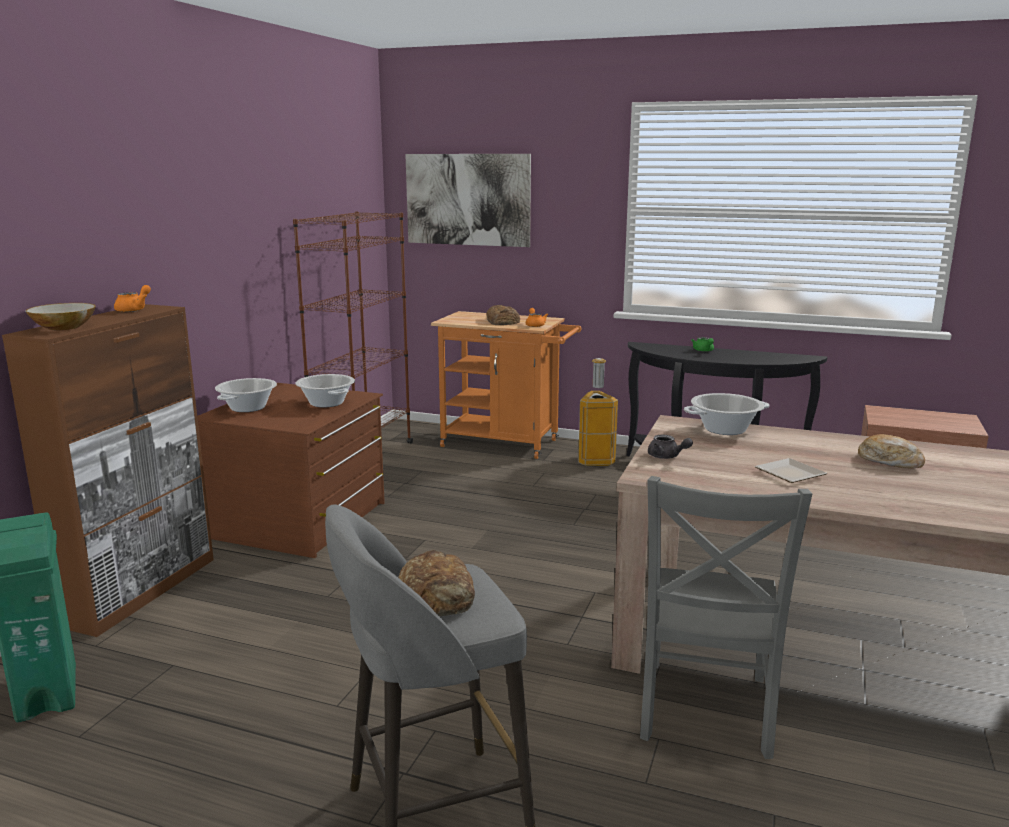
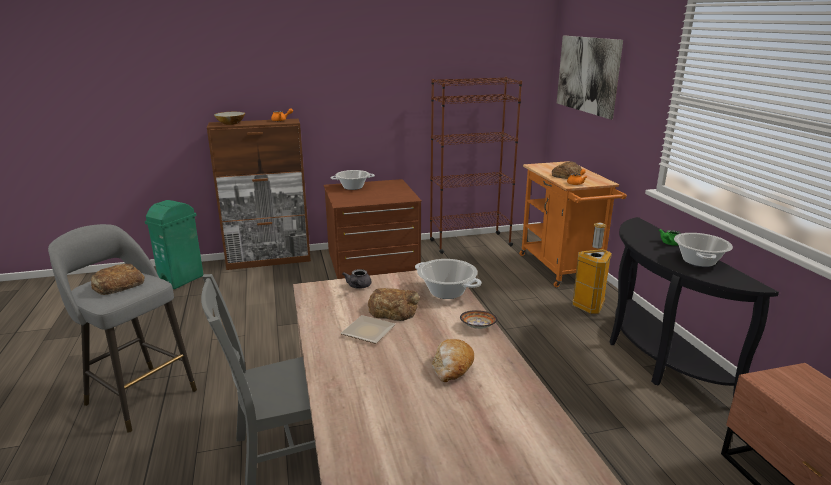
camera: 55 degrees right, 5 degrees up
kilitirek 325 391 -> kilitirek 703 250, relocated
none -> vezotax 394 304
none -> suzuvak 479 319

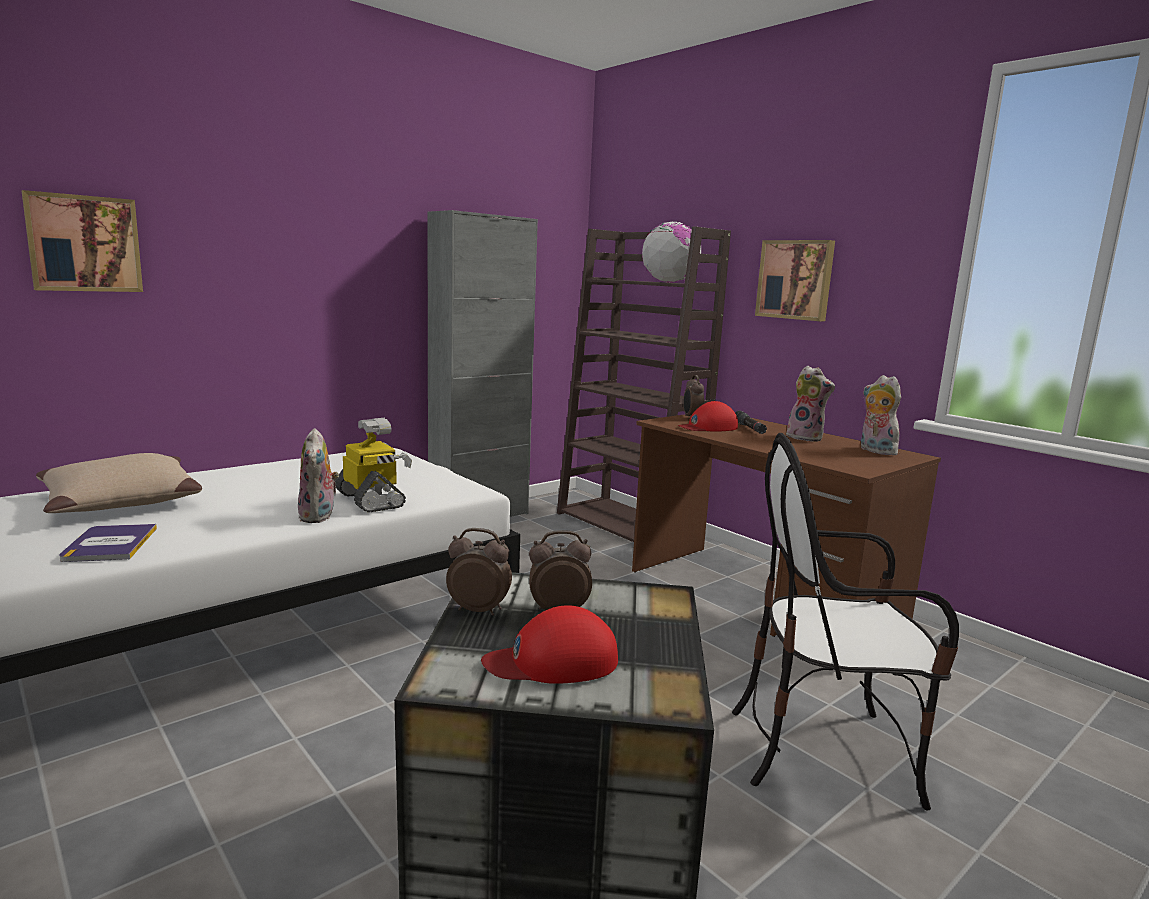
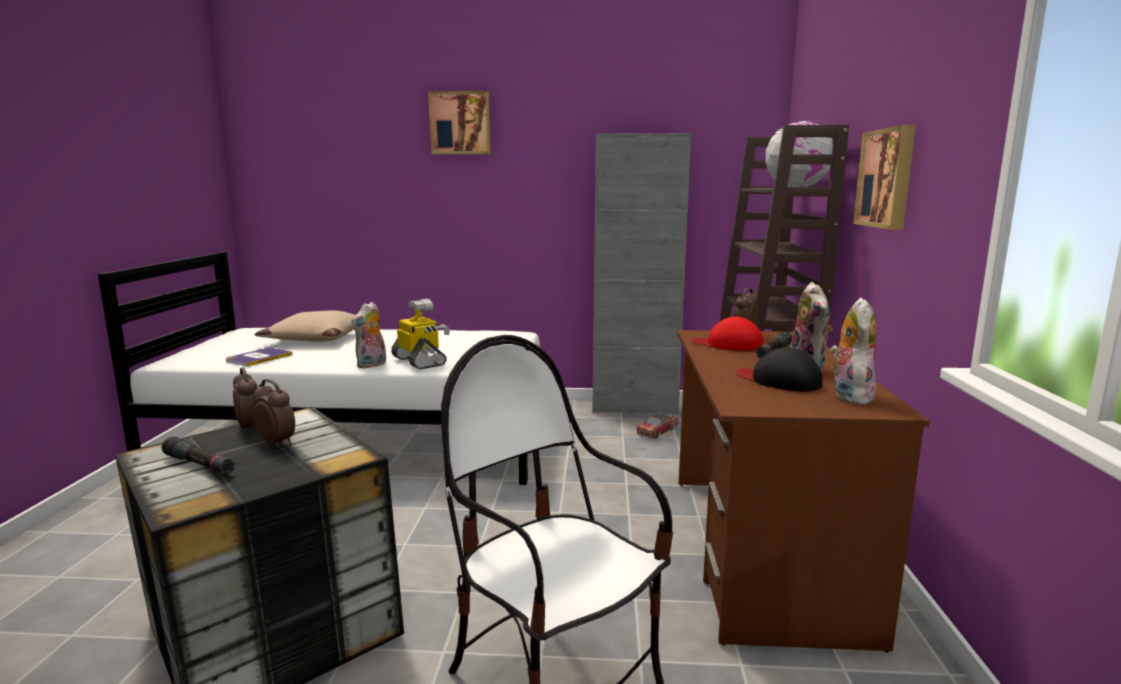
camera: 45 degrees right, 0 degrees up
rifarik 82 241 -> rifarik 459 122, relocated
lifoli 373 465 -> lifoli 420 334, 45 degrees counterclockwise
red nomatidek 549 644 -> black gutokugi 198 455
none -> black nomatidek 779 369
none -> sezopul 657 426

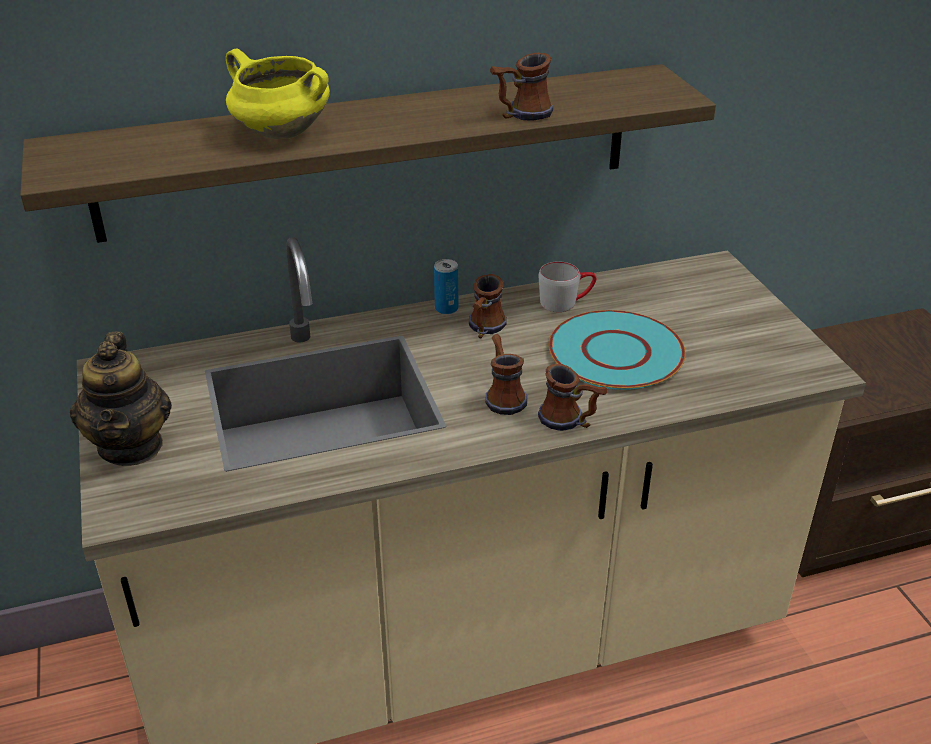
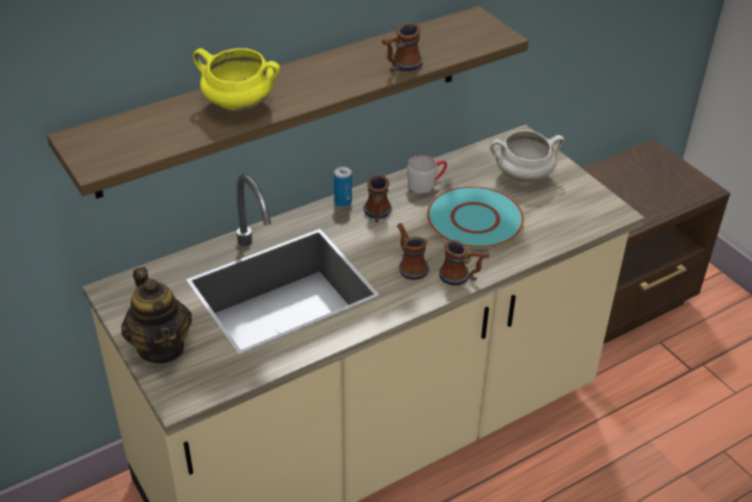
camera: 15 degrees left, 5 degrees up
none -> white kilitirek 527 156

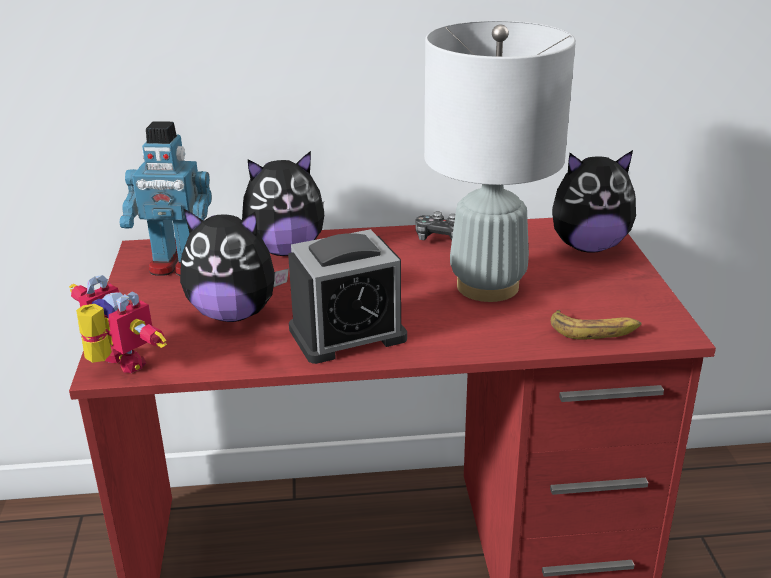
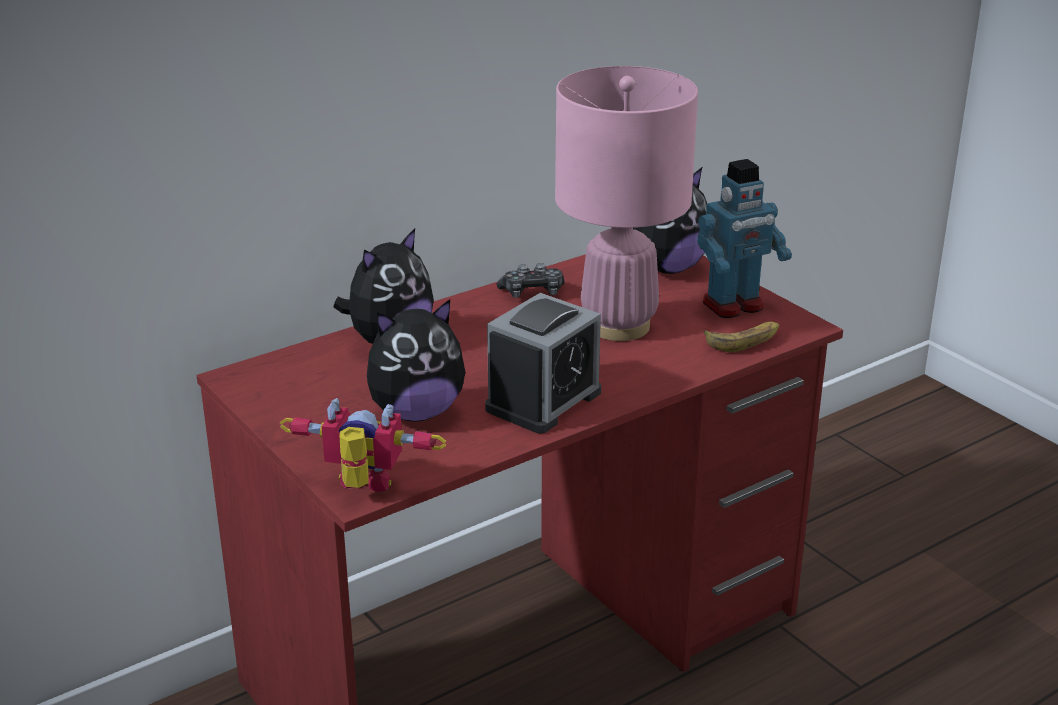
camera: 30 degrees left, 0 degrees up
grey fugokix 500 161 -> pink fugokix 626 203
lifoli 166 198 -> lifoli 744 238, relocated

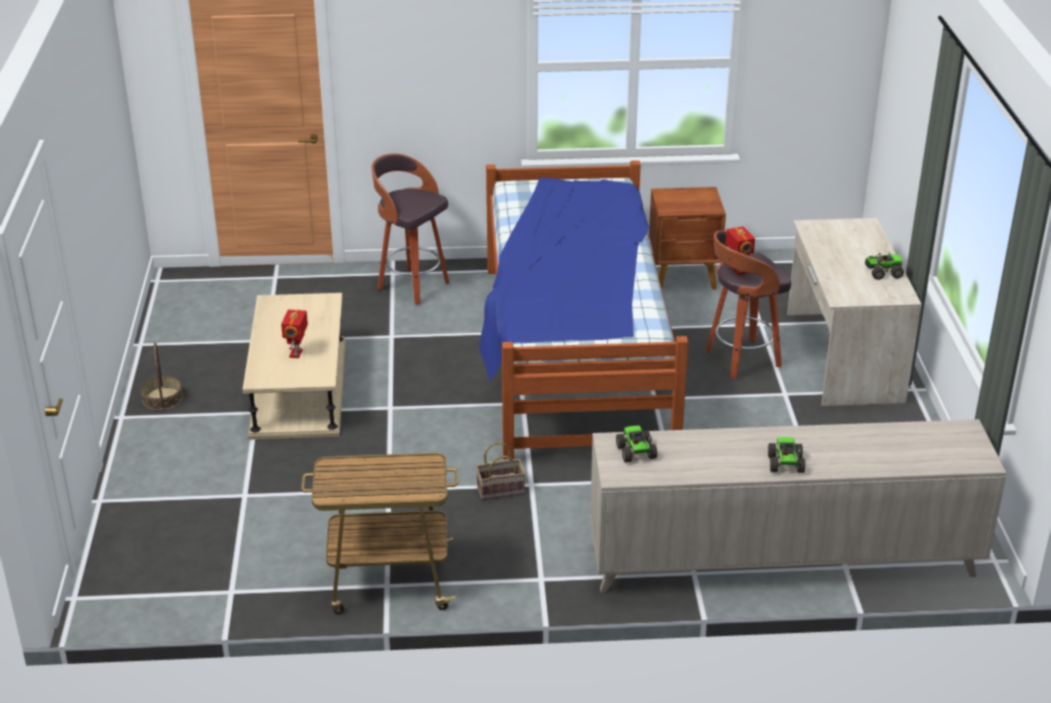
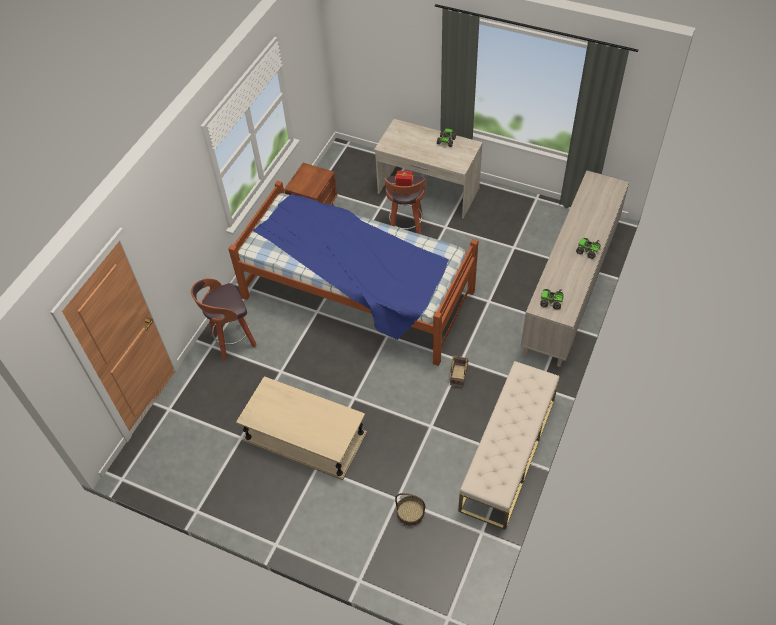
camera: 60 degrees left, 20 degrees up
lifoli 294 333 -> none
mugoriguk 161 376 -> mugoriguk 410 509, relocated
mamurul 379 533 -> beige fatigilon 508 445

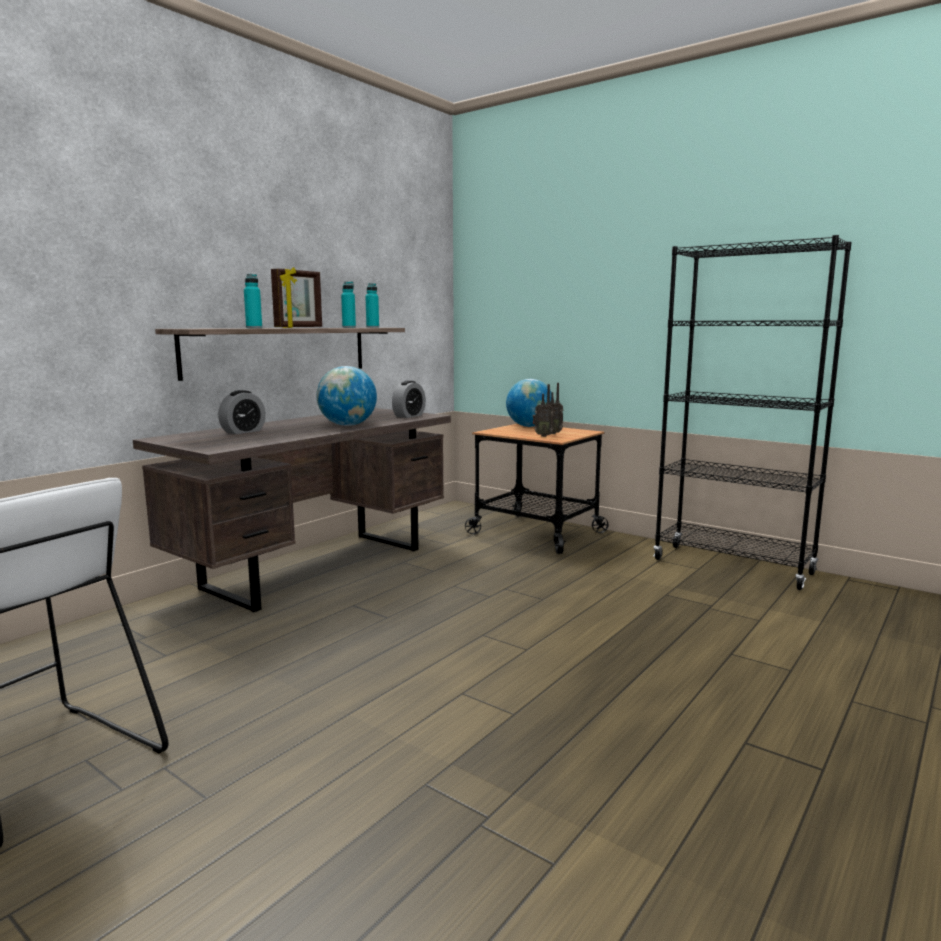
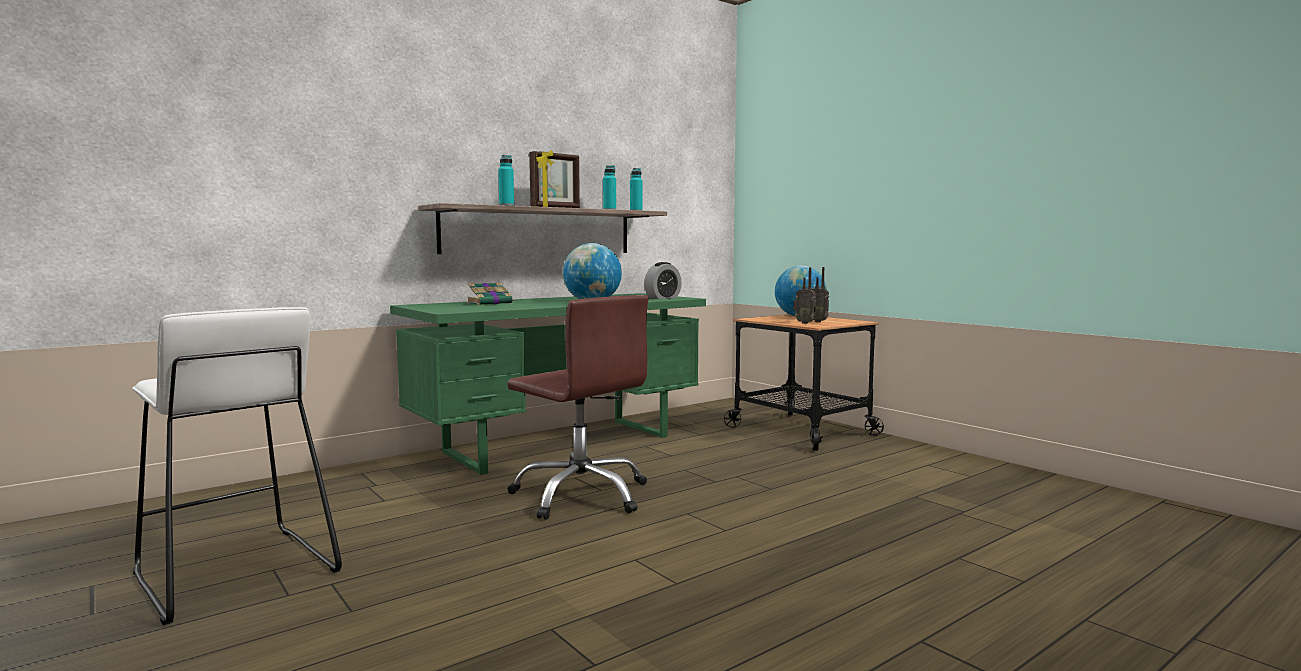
camera: 15 degrees right, 5 degrees down
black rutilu 752 412 -> none
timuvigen 242 412 -> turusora 491 294
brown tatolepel 292 510 -> green tatolepel 548 384
none -> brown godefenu 577 407

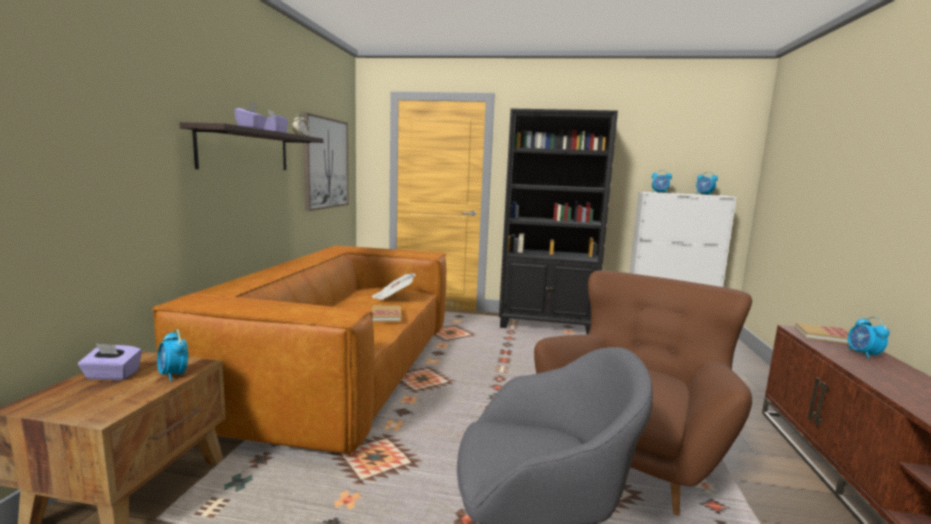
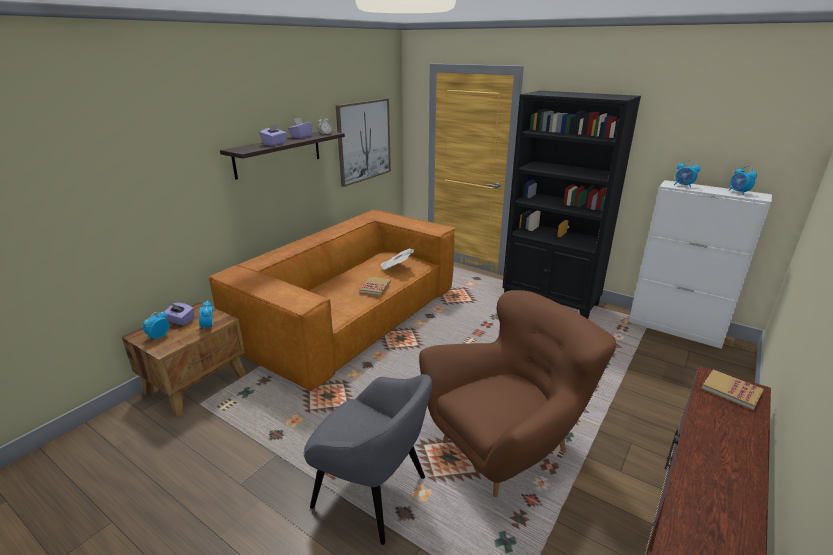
camera: 25 degrees right, 15 degrees up
timuvigen 869 337 -> timuvigen 156 325, relocated

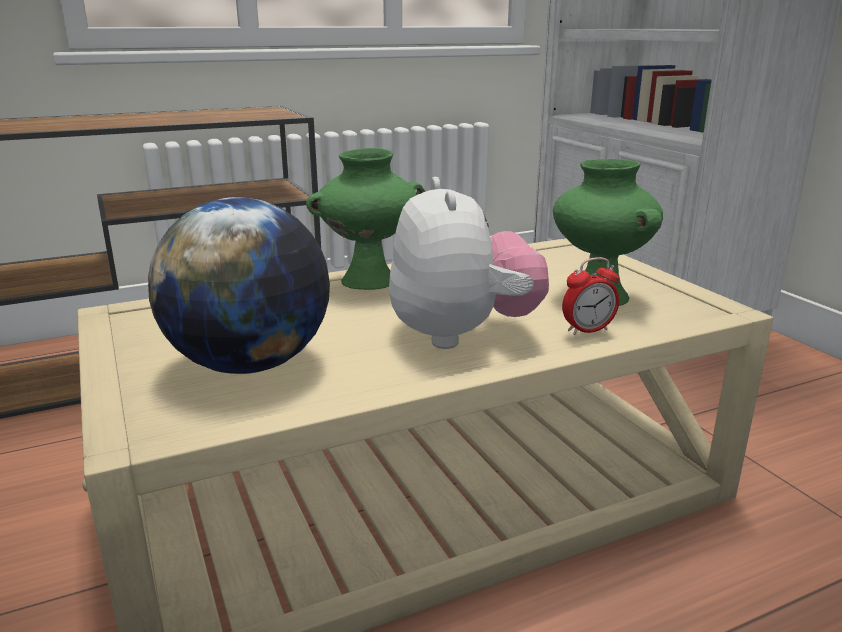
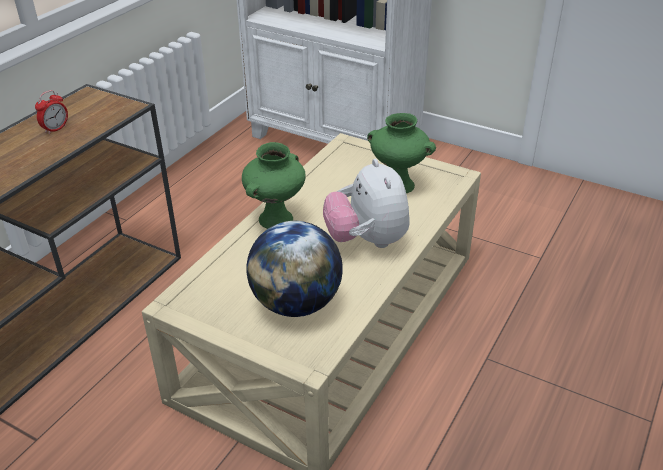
camera: 35 degrees left, 15 degrees up
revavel 469 263 -> revavel 366 203, 150 degrees counterclockwise
timuvigen 590 296 -> timuvigen 51 112, relocated

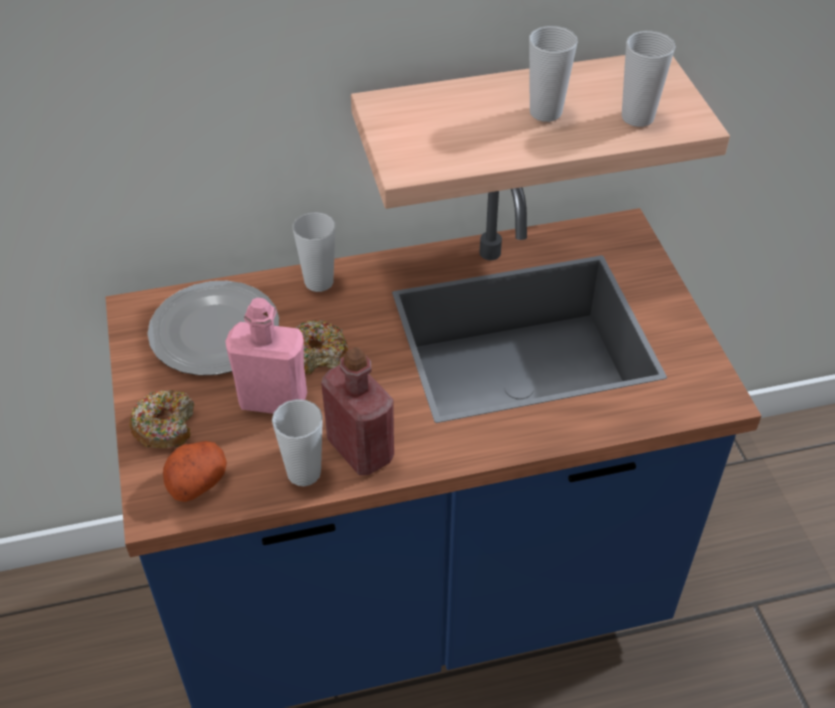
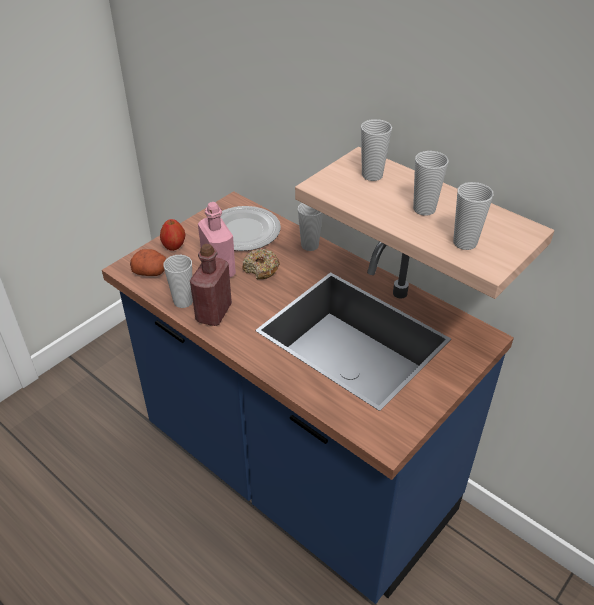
camera: 55 degrees right, 5 degrees down
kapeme 162 419 -> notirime 173 235
none -> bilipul 376 150

